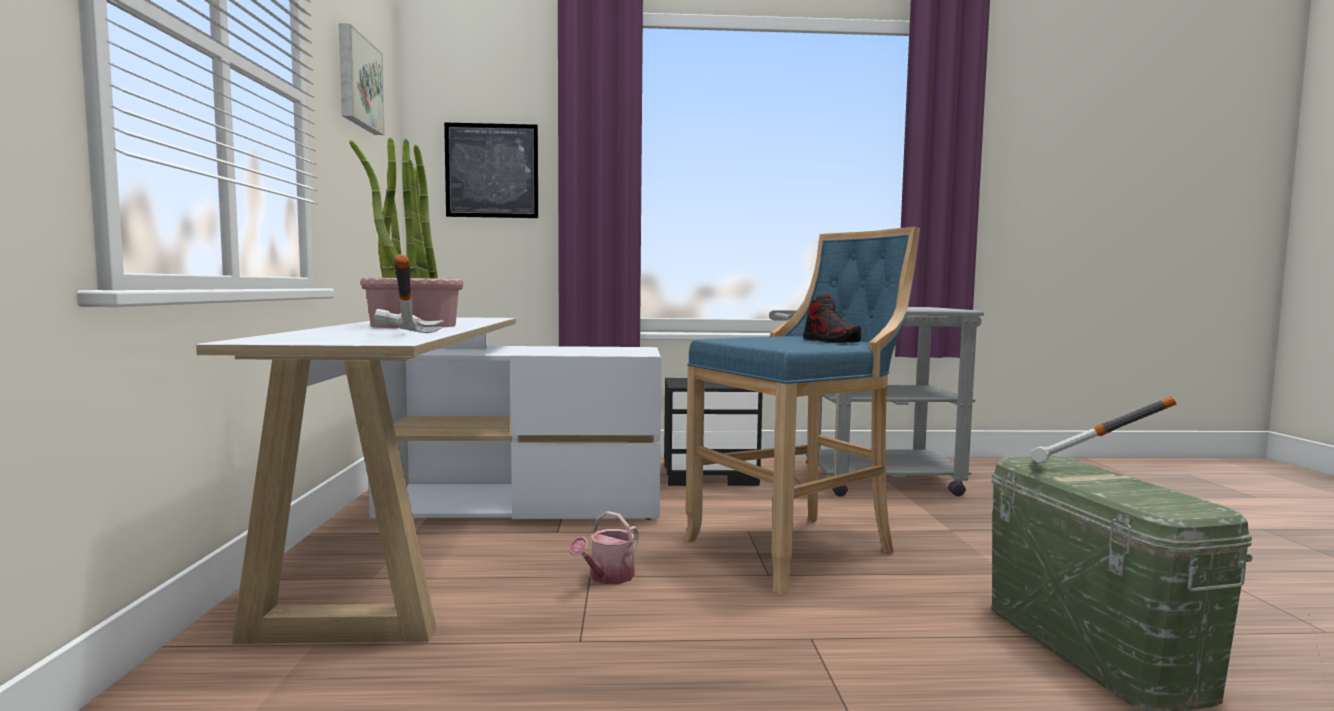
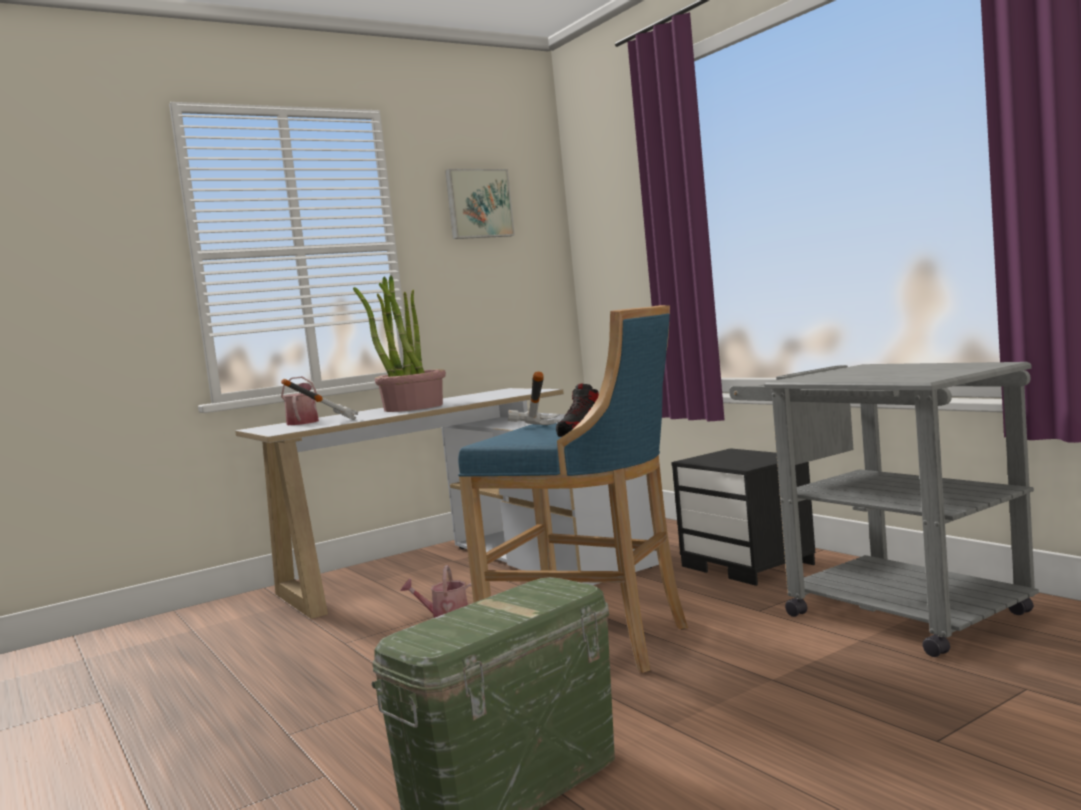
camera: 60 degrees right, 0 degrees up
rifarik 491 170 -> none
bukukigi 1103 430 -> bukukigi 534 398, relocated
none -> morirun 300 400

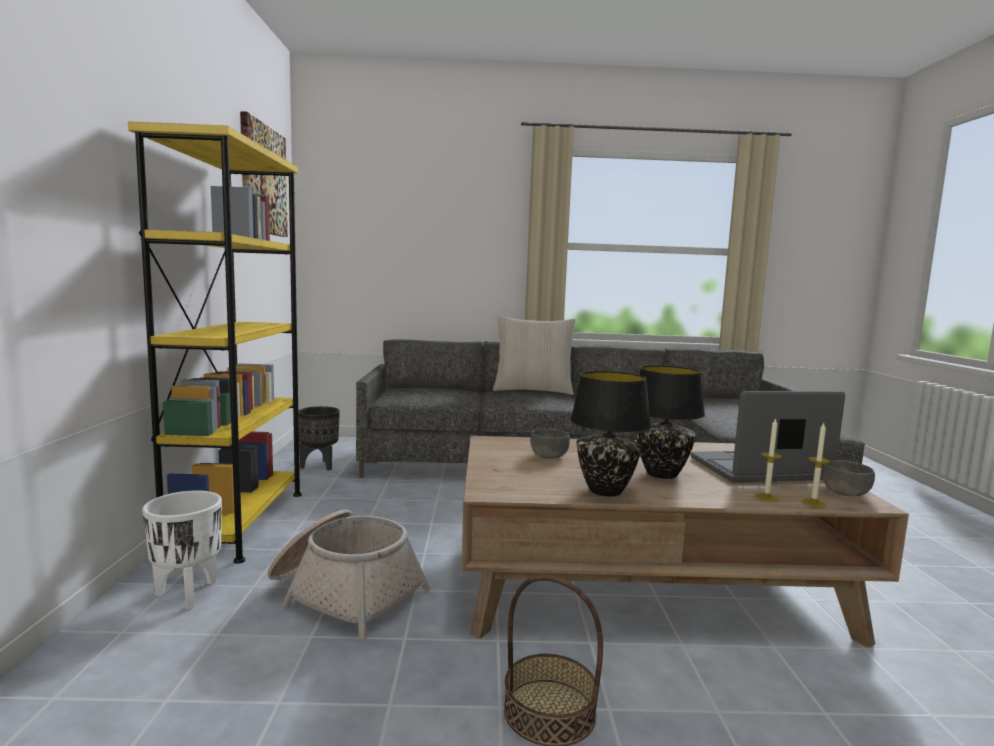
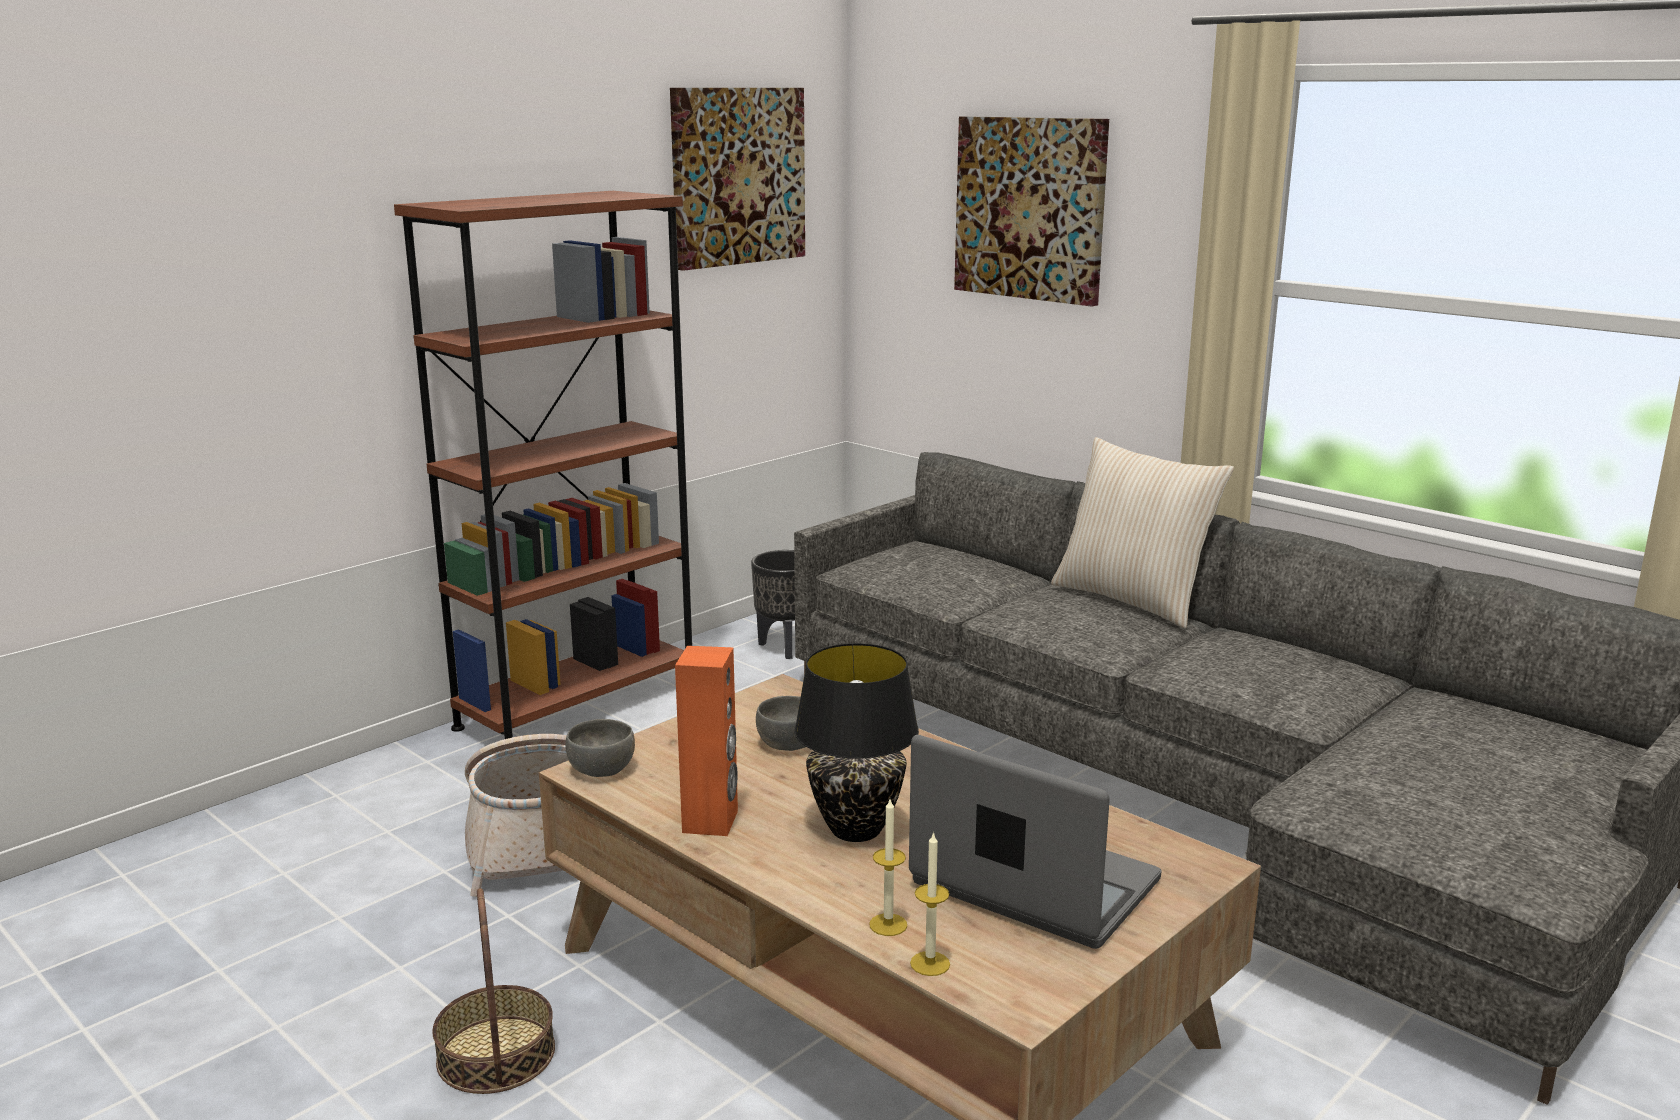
camera: 45 degrees right, 10 degrees up
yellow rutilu 215 343 -> brown rutilu 543 465
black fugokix 611 433 -> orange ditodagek 706 741
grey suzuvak 848 478 -> grey suzuvak 600 748, relocated
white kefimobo 182 550 -> none
none -> rifarik 1031 211

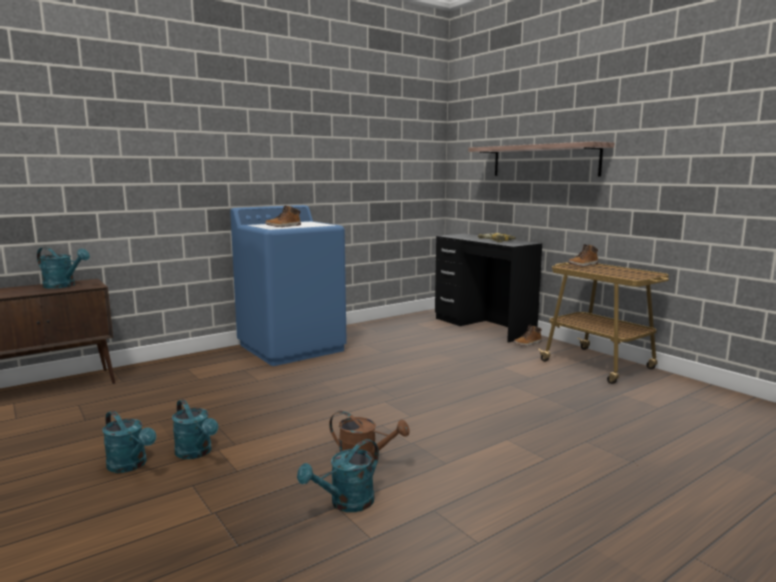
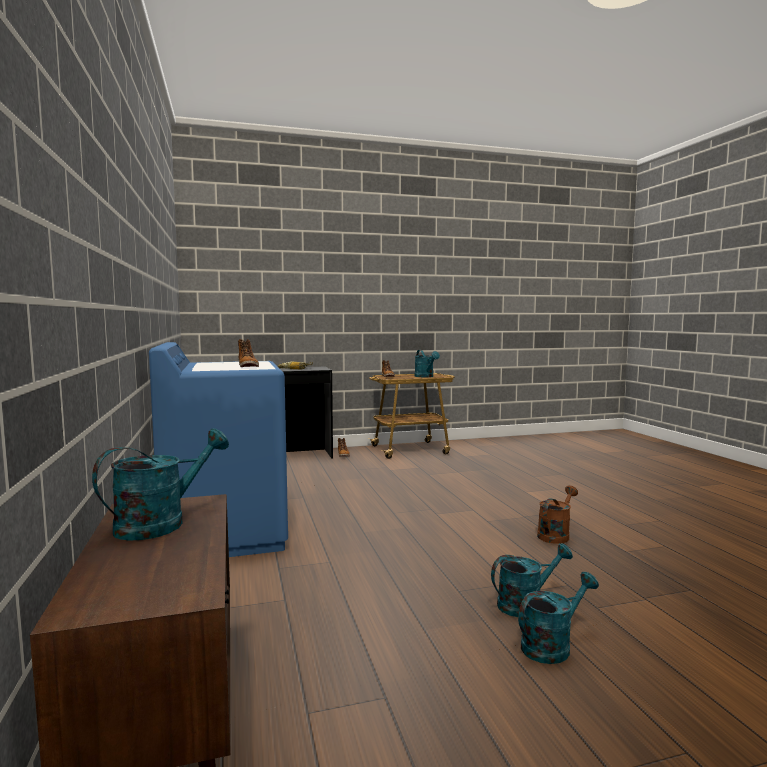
camera: 70 degrees left, 5 degrees down
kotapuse 541 158 -> none
turquoise morirun 338 475 -> turquoise morirun 427 363, relocated

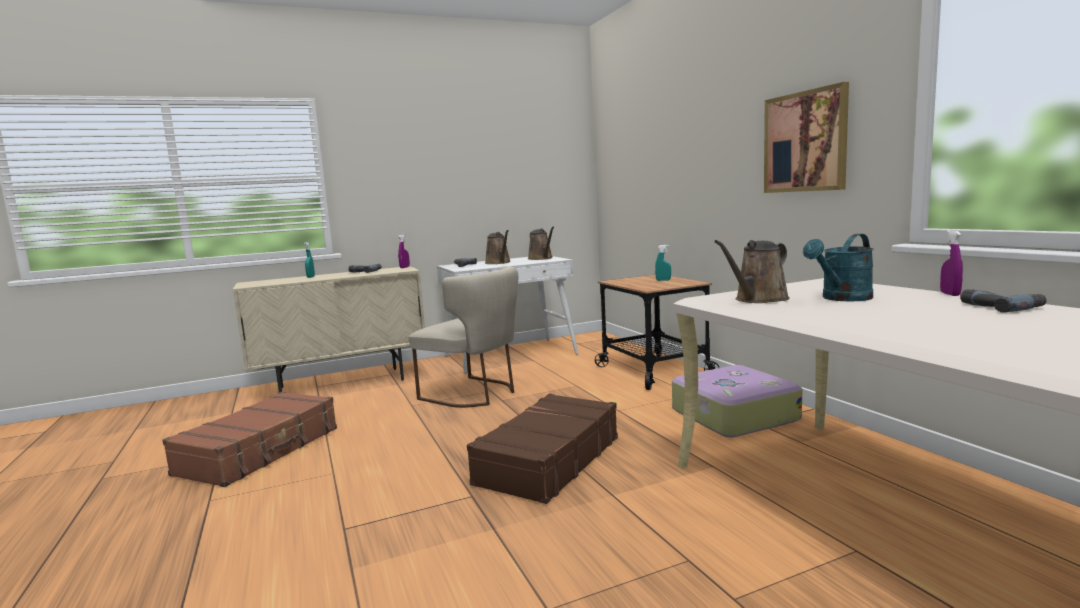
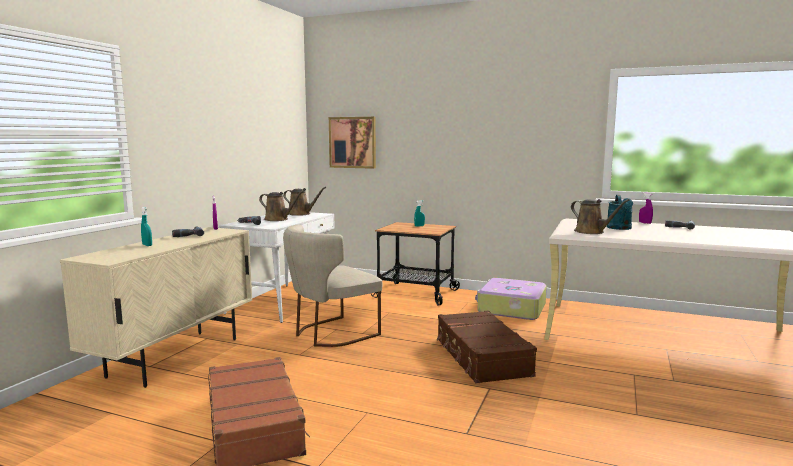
camera: 45 degrees left, 0 degrees up
rifarik 806 137 -> rifarik 352 143, relocated
brown morirun 752 271 -> brown morirun 600 216, 45 degrees counterclockwise
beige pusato 463 337 -> beige pusato 332 285, 150 degrees clockwise

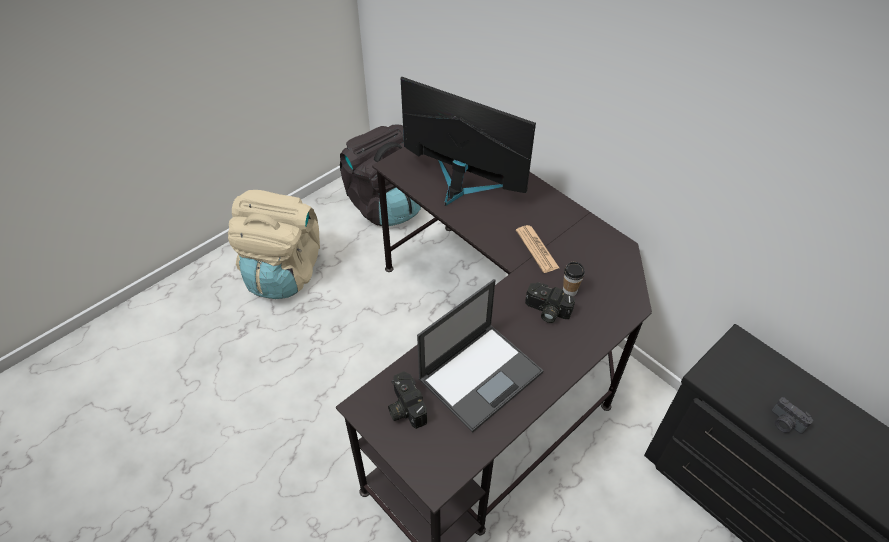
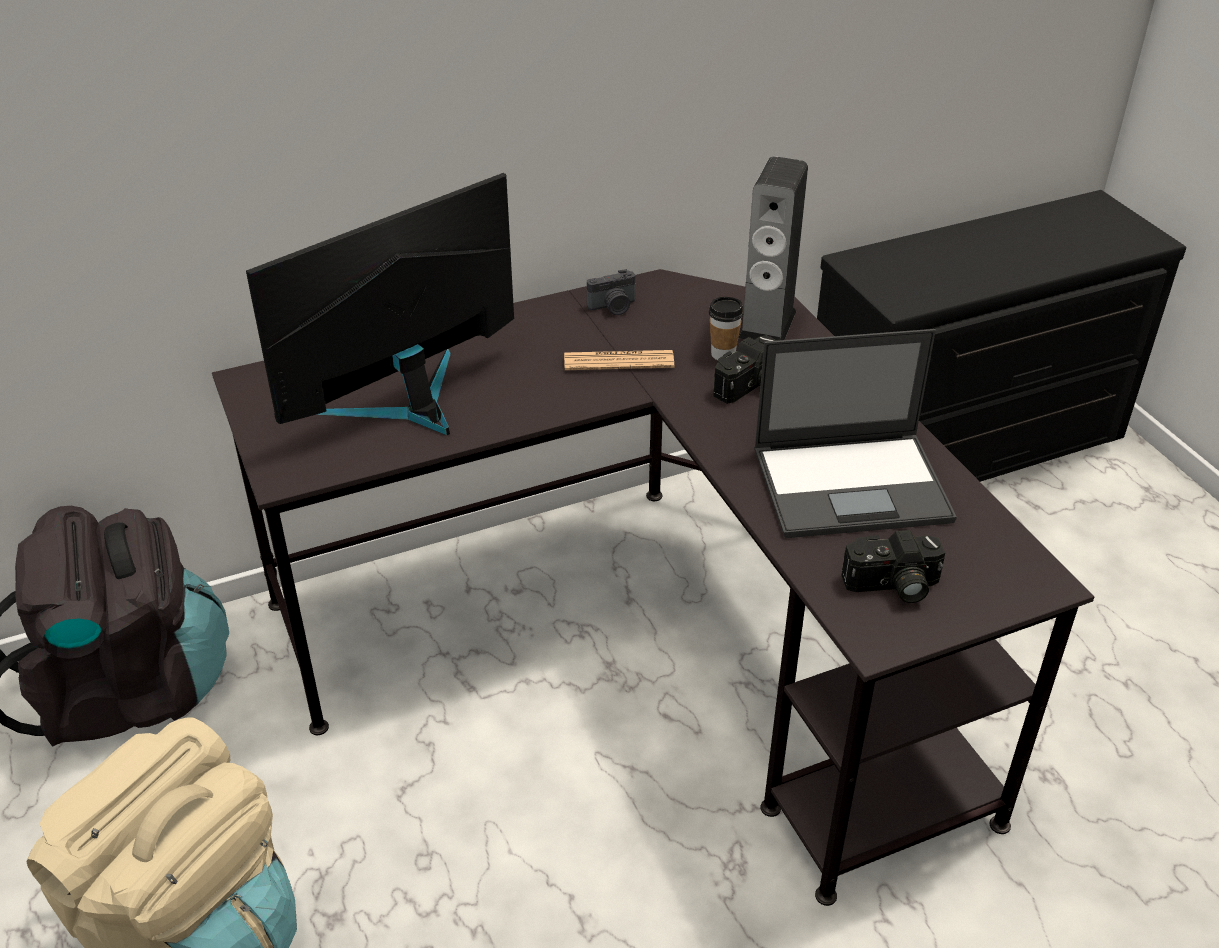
camera: 70 degrees left, 10 degrees down
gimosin 480 356 -> gimosin 855 433, 105 degrees clockwise
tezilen 792 415 -> tezilen 611 292, relocated
none -> ditodagek 773 248

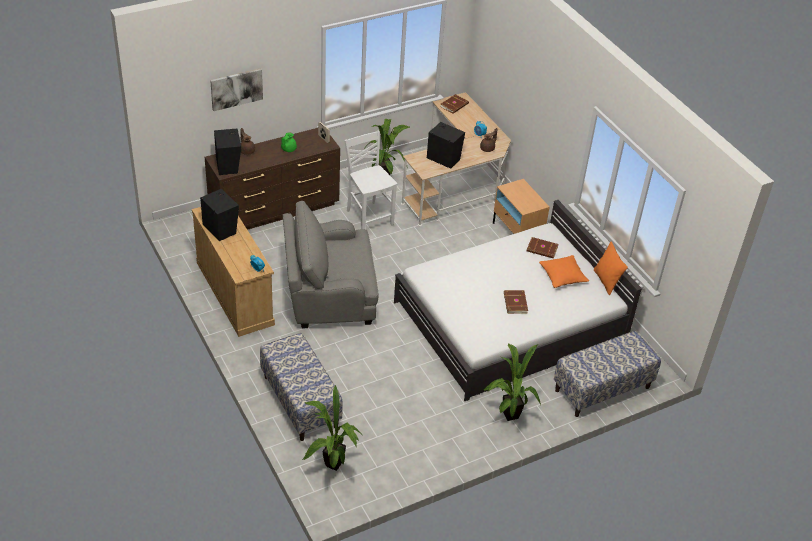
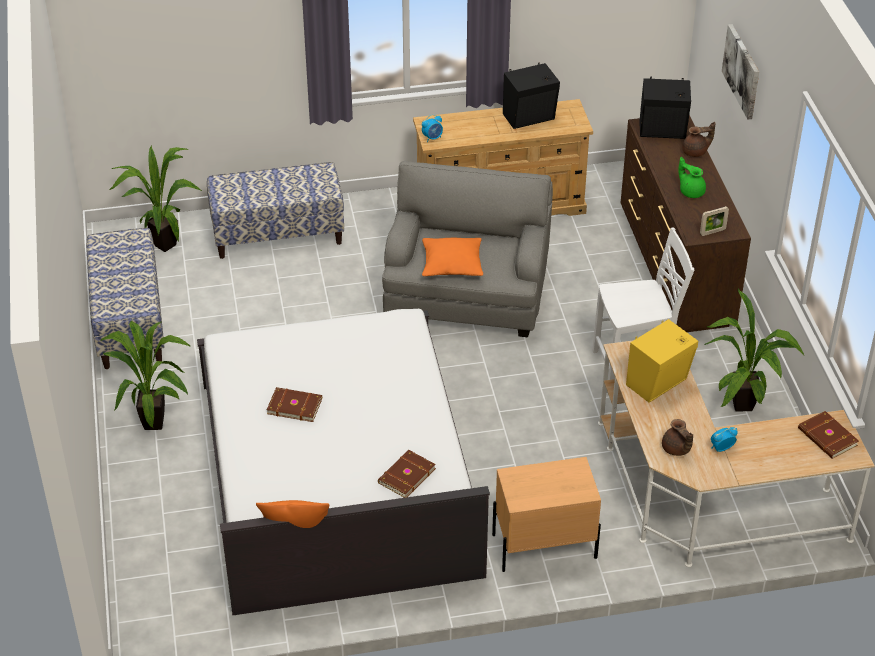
camera: 110 degrees right, 0 degrees up
black ditodagek 446 145 -> yellow ditodagek 662 361
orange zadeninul 564 271 -> orange zadeninul 452 257, relocated
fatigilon 607 374 -> fatigilon 125 298, relocated

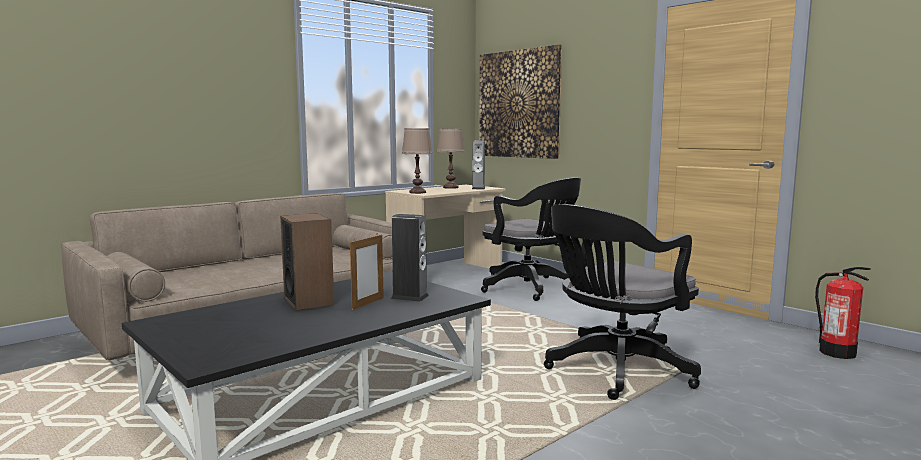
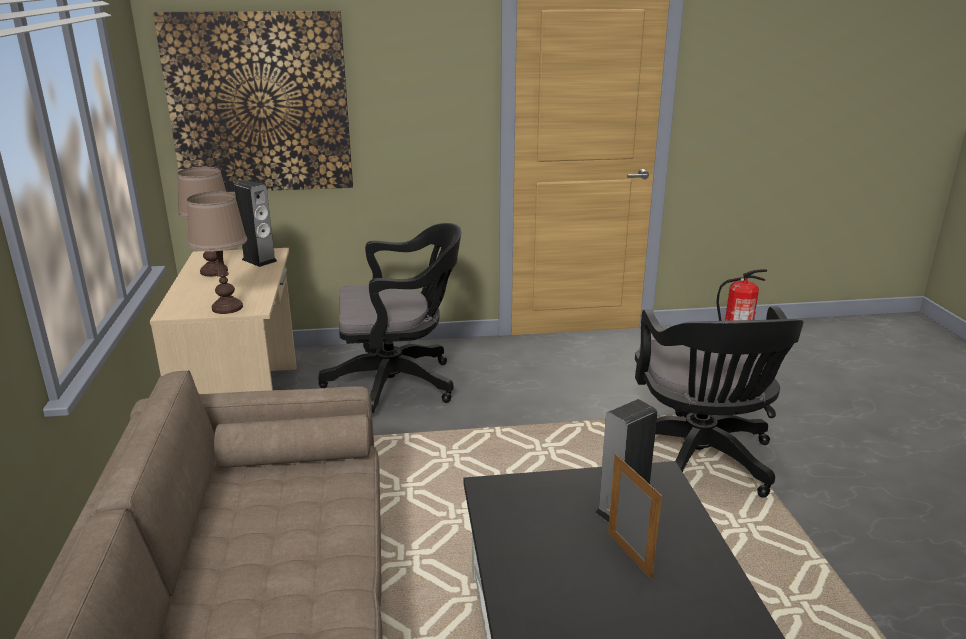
camera: 55 degrees left, 15 degrees up
ditodagek 307 261 -> none

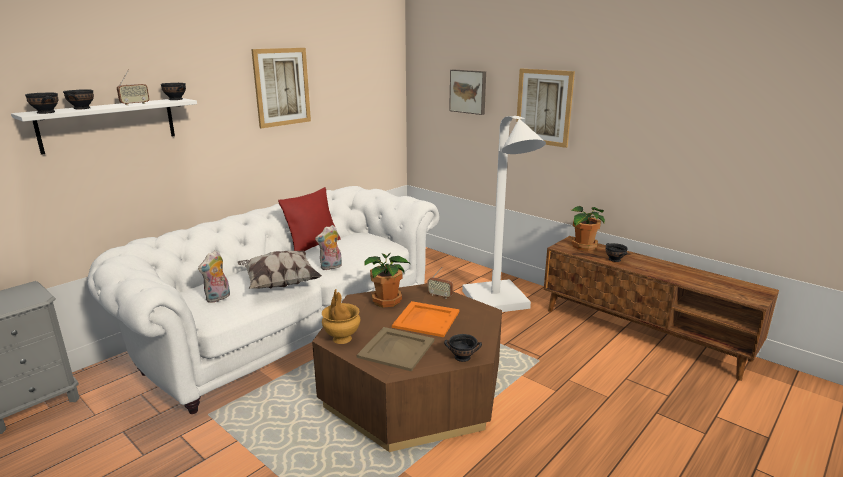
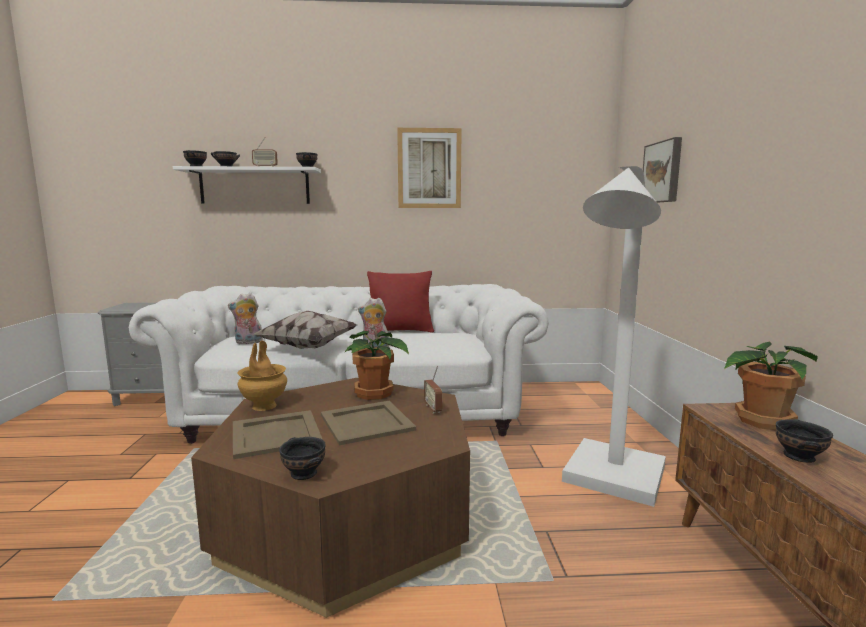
camera: 45 degrees right, 10 degrees down
rifarik 545 108 -> none
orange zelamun 426 319 -> beige zelamun 368 423

